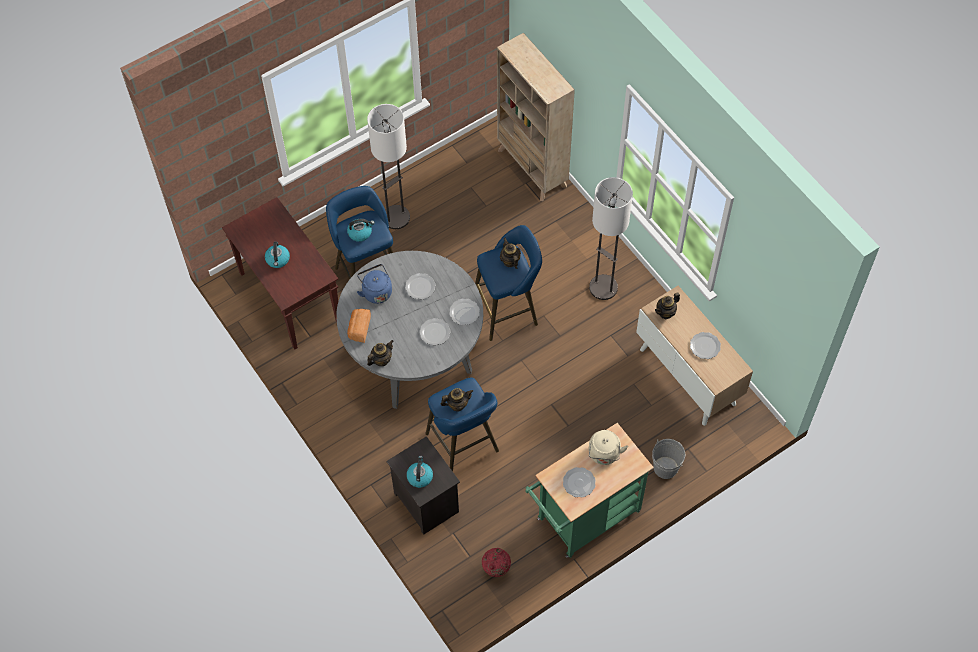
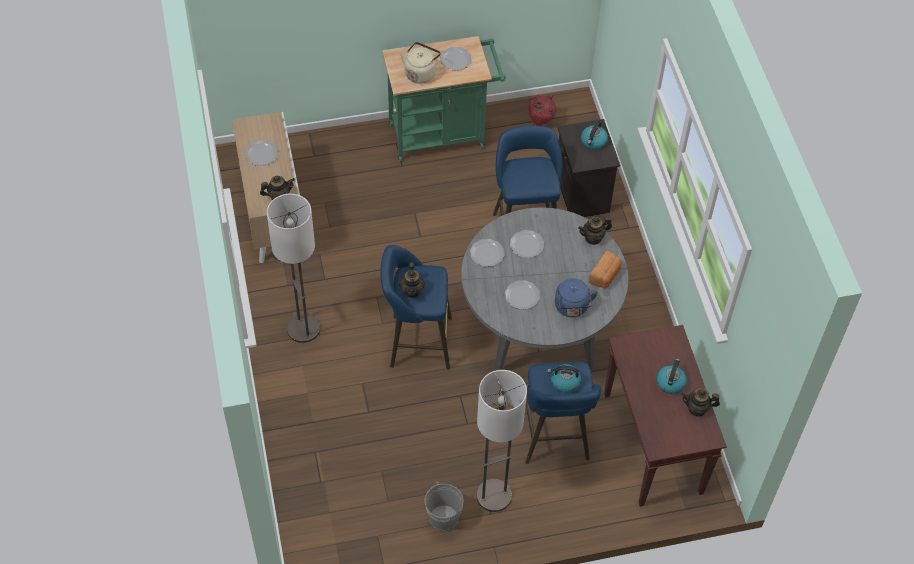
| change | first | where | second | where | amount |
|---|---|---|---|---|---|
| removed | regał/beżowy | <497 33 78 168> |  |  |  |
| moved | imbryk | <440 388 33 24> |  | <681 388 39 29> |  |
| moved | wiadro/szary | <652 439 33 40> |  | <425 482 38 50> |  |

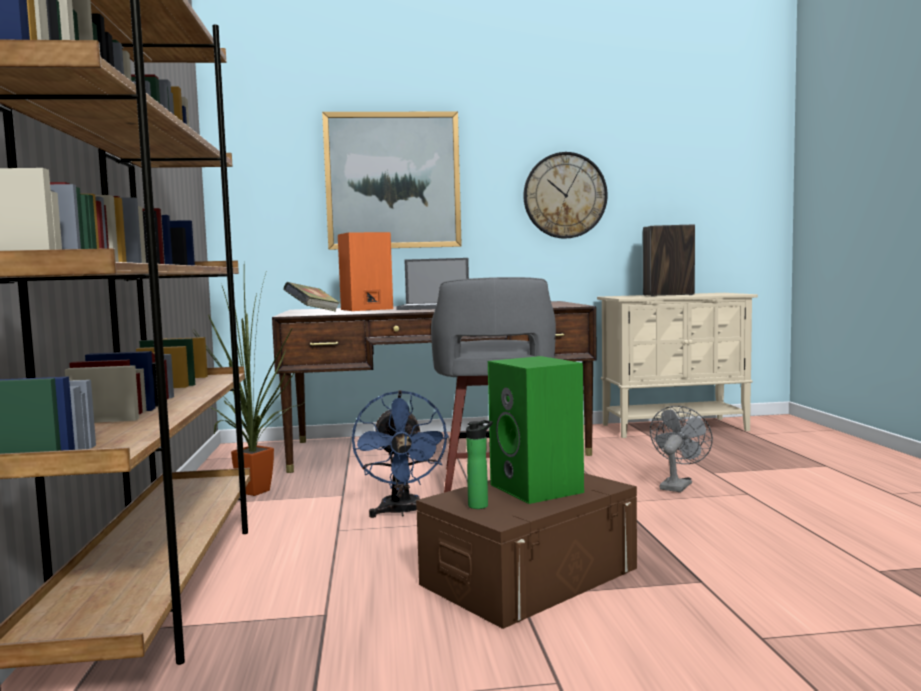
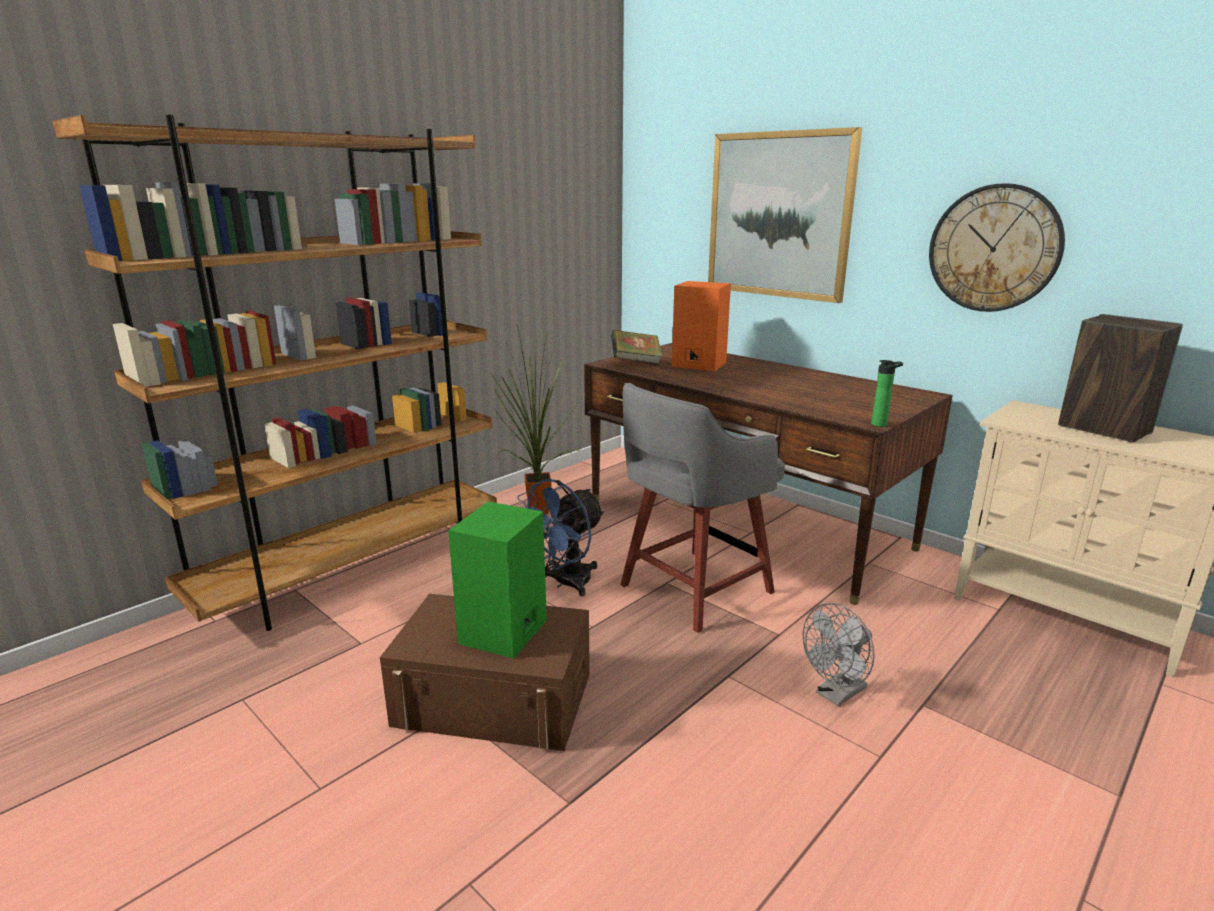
| change | first | where | second | where | amount |
|---|---|---|---|---|---|
| removed | laptop | <396 258 73 52> |  |  |  |
| turned | wentylator/szary | <650 406 63 86> |  | <802 603 73 103> | 150 degrees clockwise |
| moved | butelka | <466 420 27 89> |  | <871 360 32 67> |  |

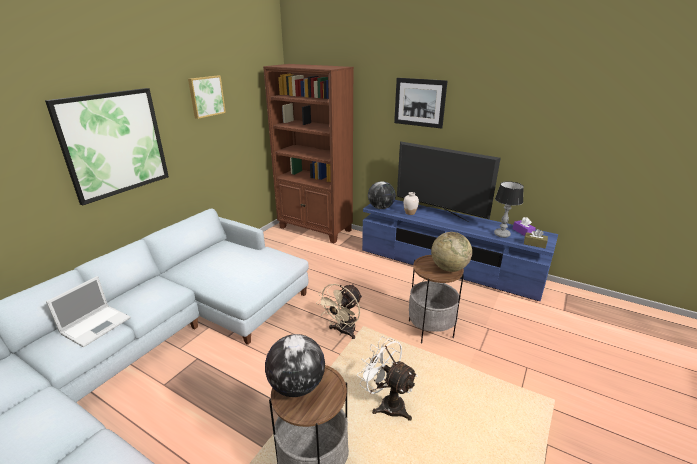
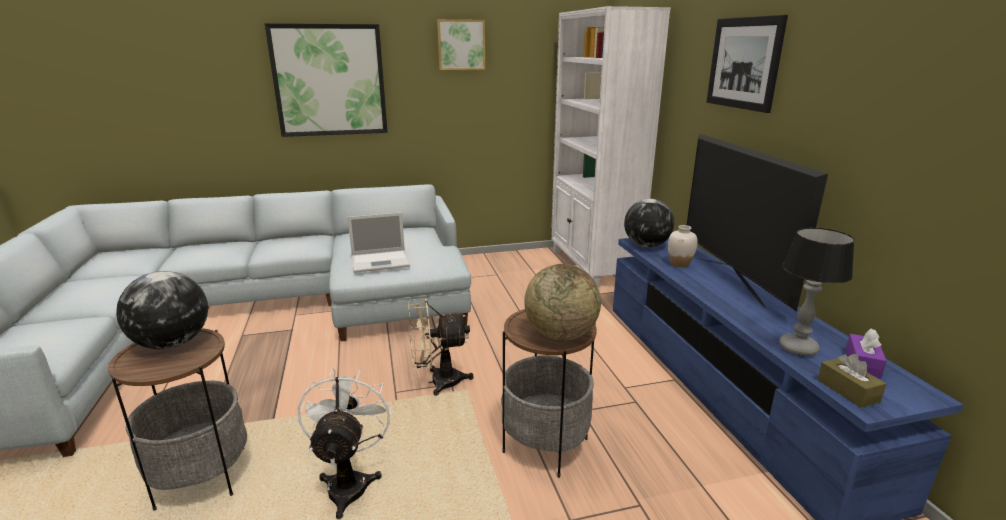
| change | first | where | second | where | amount |
|---|---|---|---|---|---|
| recoloured | regał/brązowy | <263 64 91 179> | regał/biały | <551 6 120 280> |  |
| moved | laptop | <46 276 85 71> |  | <348 212 62 61> |  |

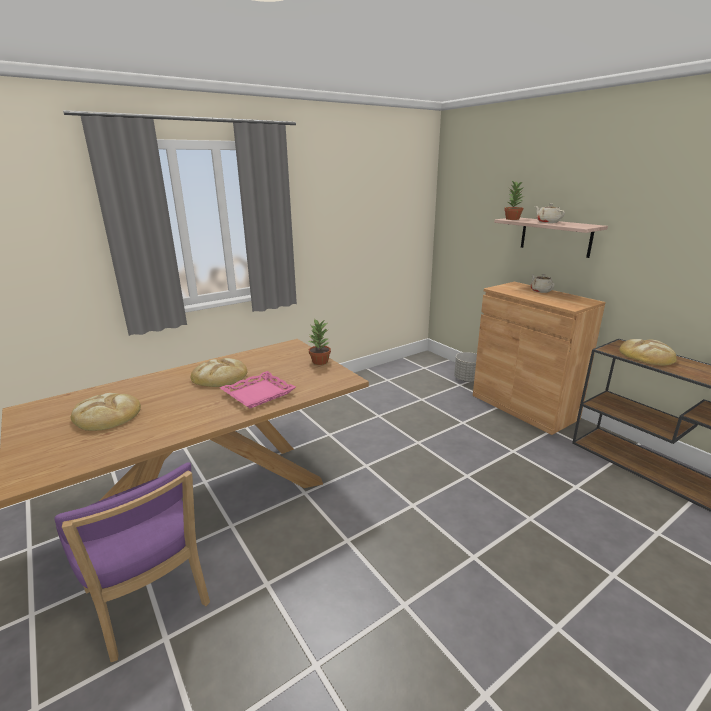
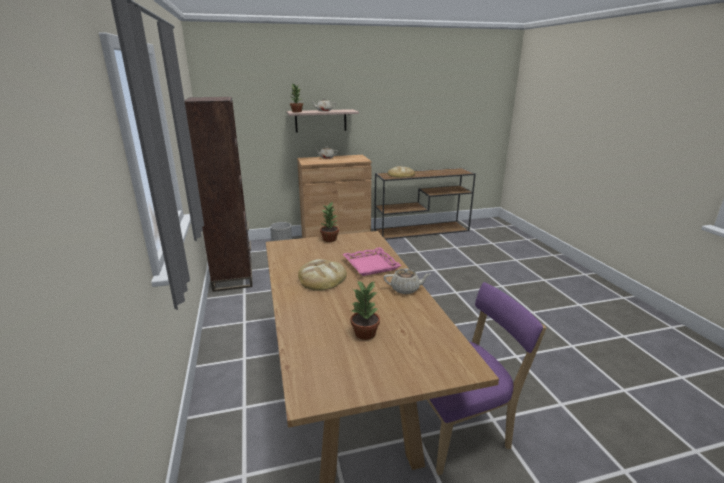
| change | first | where | second | where | amount |
|---|---|---|---|---|---|
| replaced | chleb | <71 393 70 38> | roślina doniczkowa | <351 281 29 59> |  |
| added |  |  | regał/brązowy | <184 97 69 195> |  |
| added |  |  | imbryk/beżowy | <384 268 46 26> |  |

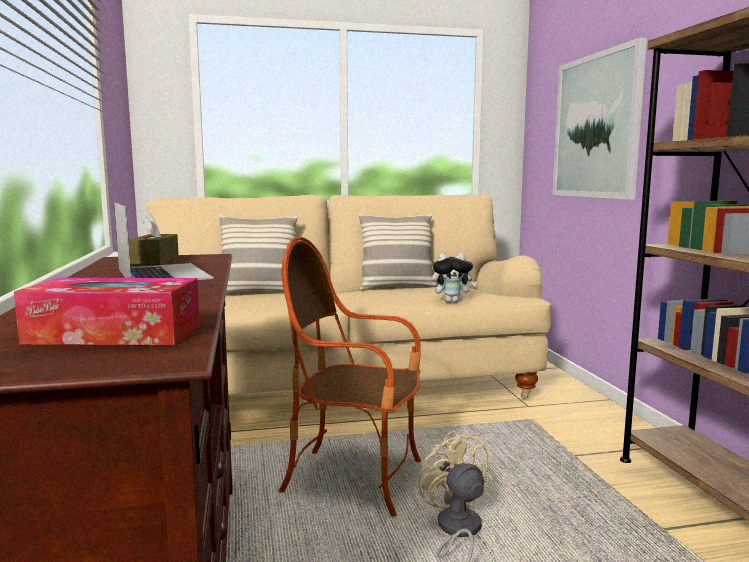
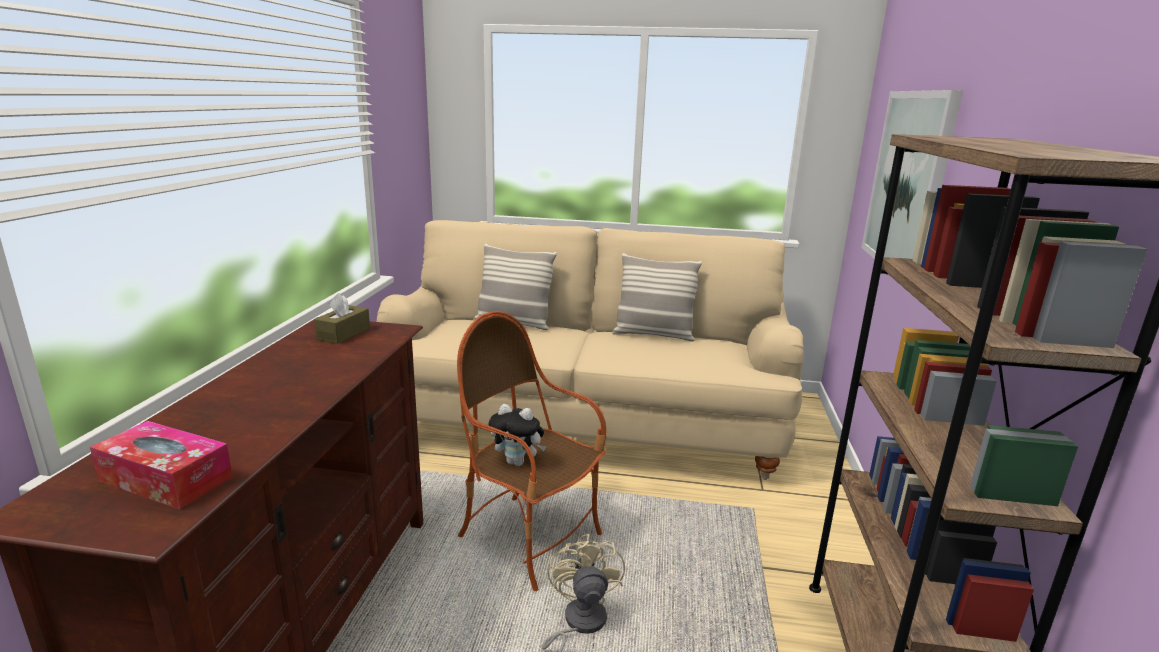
| change | first | where | second | where | amount |
|---|---|---|---|---|---|
| removed | laptop | <114 202 100 78> |  |  |  |
| moved | pluszak | <432 253 45 50> |  | <489 404 57 62> |  |

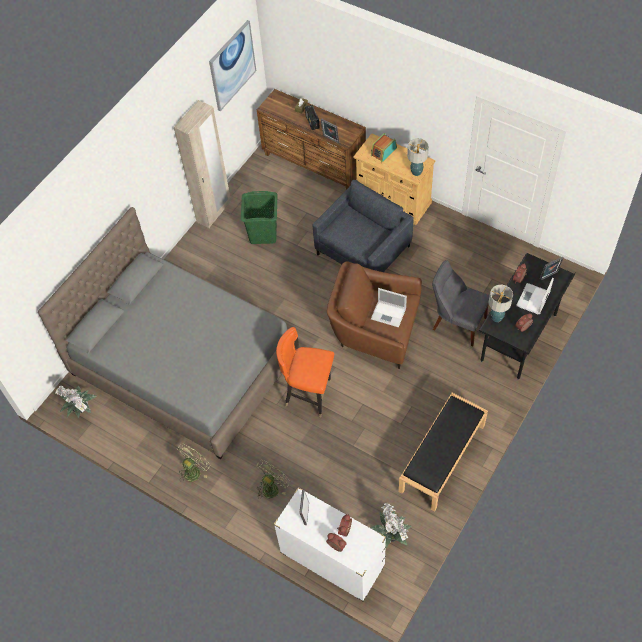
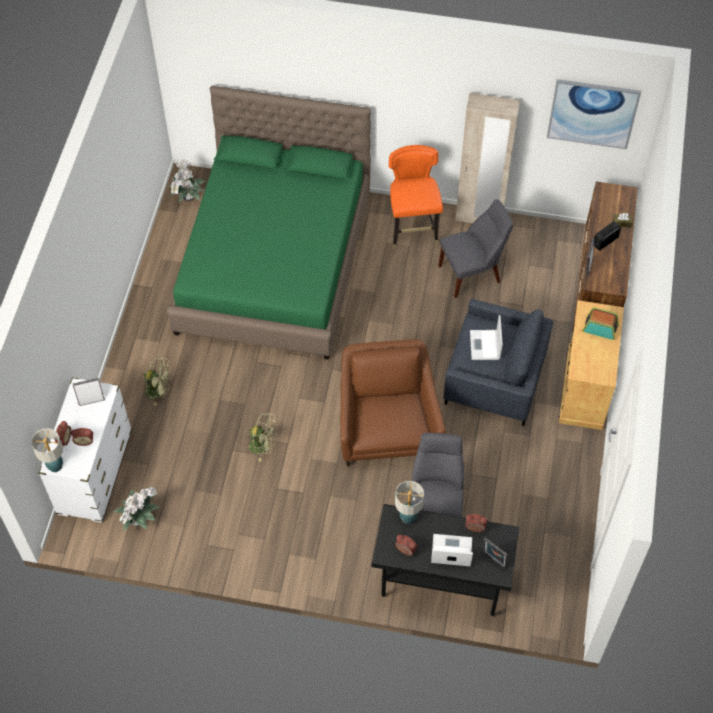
| change | first | where | second | where | amount |
|---|---|---|---|---|---|
| moved | lampa stołowa | <407 138 22 38> |  | <31 428 32 44> |  |
| replaced | kosz na pranie/zielony | <241 191 36 53> | krzesło/szary | <438 199 75 99> |  |
| recoloured | łóżko/szary | <38 207 261 252> | łóżko/zielony | <167 86 204 274> |  |
| moved | laptop | <371 288 36 39> |  | <470 315 33 45> |  |
| moved | krzesło/pomarańczowy | <276 327 58 90> |  | <389 145 54 104> |  |
| removed | ławka/czarny | <399 393 89 119> |  |  |  |
| moved | wentylator/zielony | <177 443 33 39> |  | <246 412 31 50> |  |

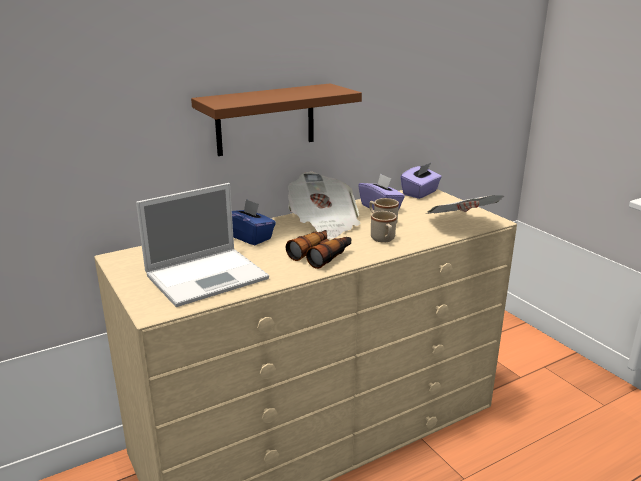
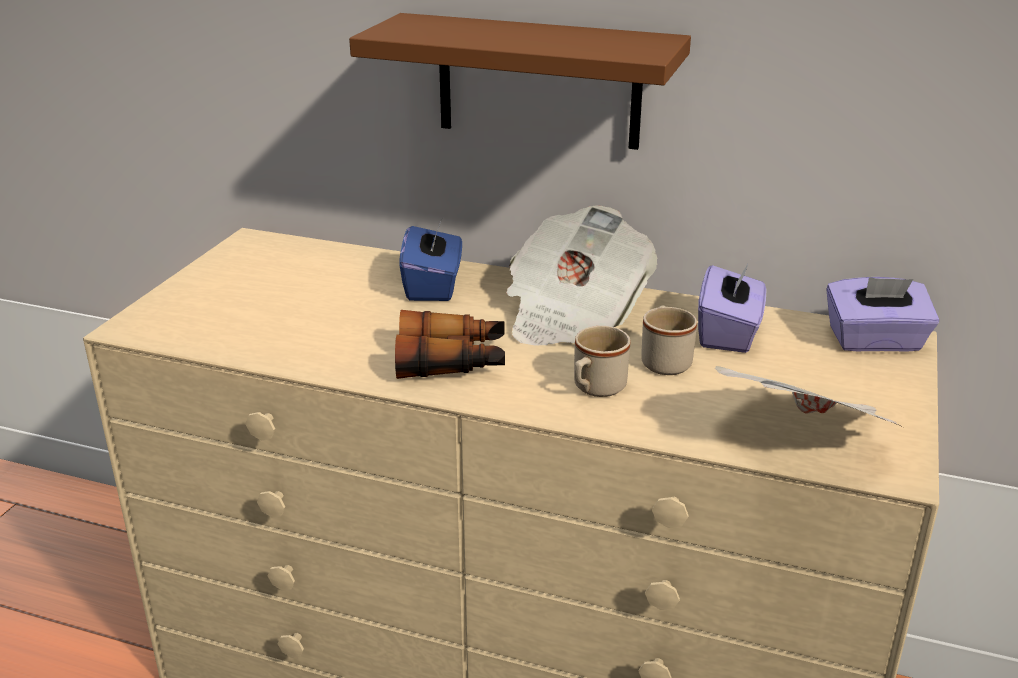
| change | first | where | second | where | amount |
|---|---|---|---|---|---|
| removed | laptop | <136 183 133 124> |  |  |  |

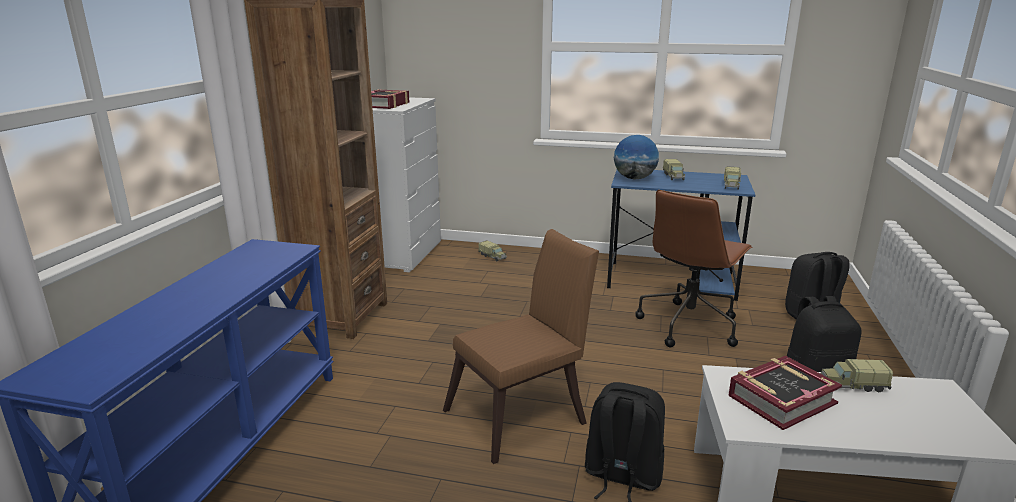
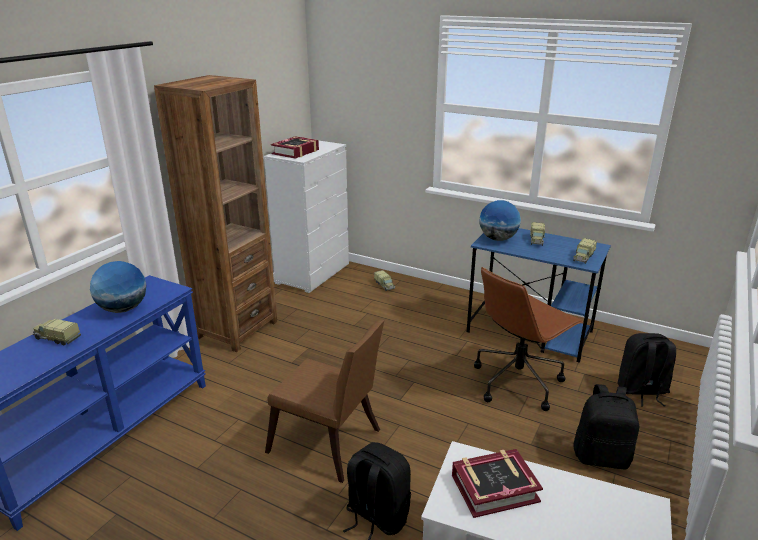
| change | first | where | second | where | amount |
|---|---|---|---|---|---|
| turned | krzesło/brązowy | <443 229 156 235> |  | <265 320 119 163> | 45 degrees clockwise |
| moved | ciężarówka zabawkowa | <820 359 73 33> |  | <33 319 48 27> |  |
| added |  |  | globus | <90 261 56 52> |  |

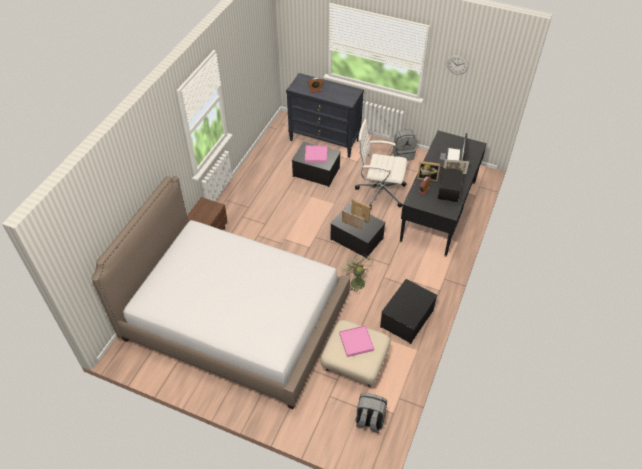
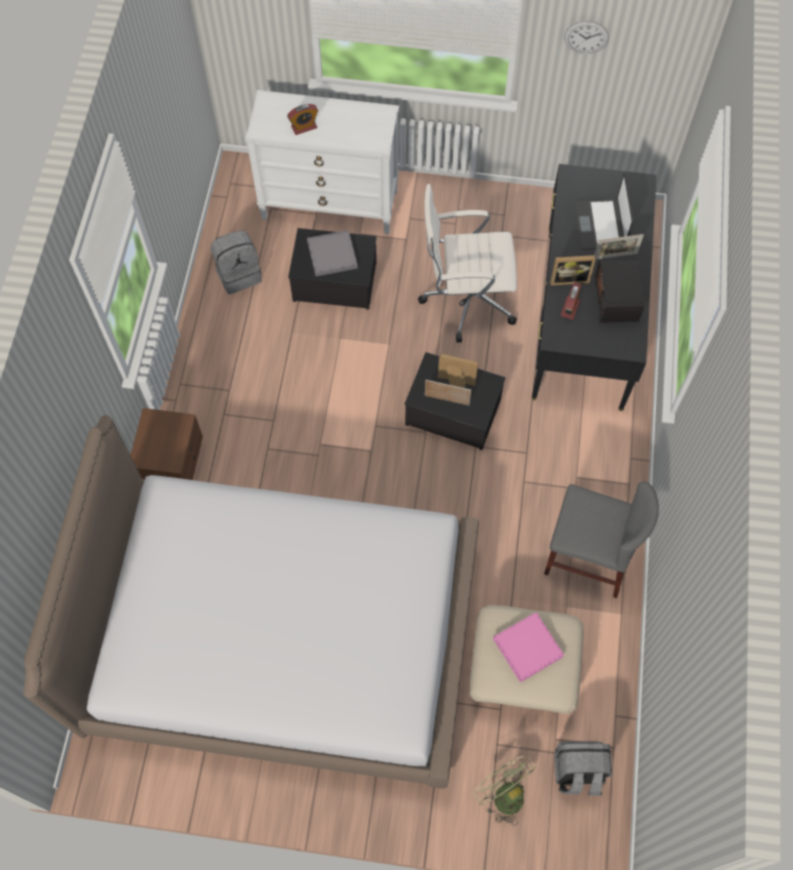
| change | first | where | second | where | amount |
|---|---|---|---|---|---|
| recoloured | komoda/czarny | <286 73 78 85> | komoda/biały | <245 90 154 144> |  |
| moved | plecak/szary | <393 130 24 31> |  | <211 230 51 64> |  |
| recoloured | taca/różowy | <305 145 22 18> | taca/szary | <307 230 51 46> |  |
| moved | wentylator/zielony | <341 254 31 39> |  | <473 756 63 69> |  |
| replaced | pojemnik do przechowywania | <380 279 58 65> | krzesło/szary | <544 482 115 116> |  |

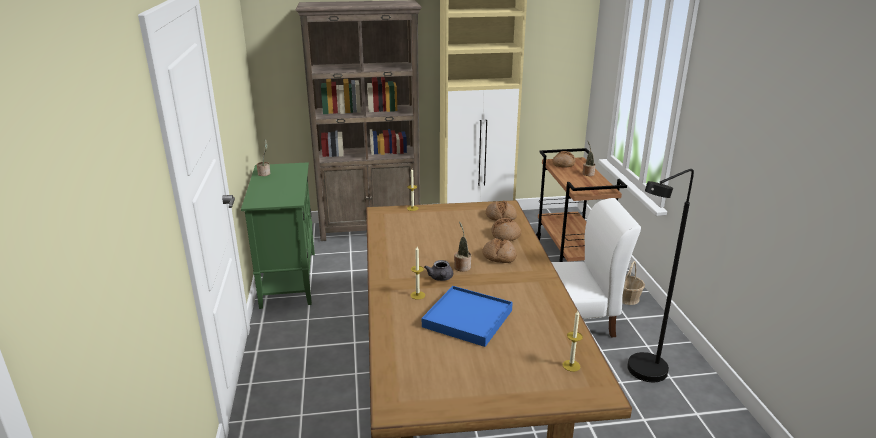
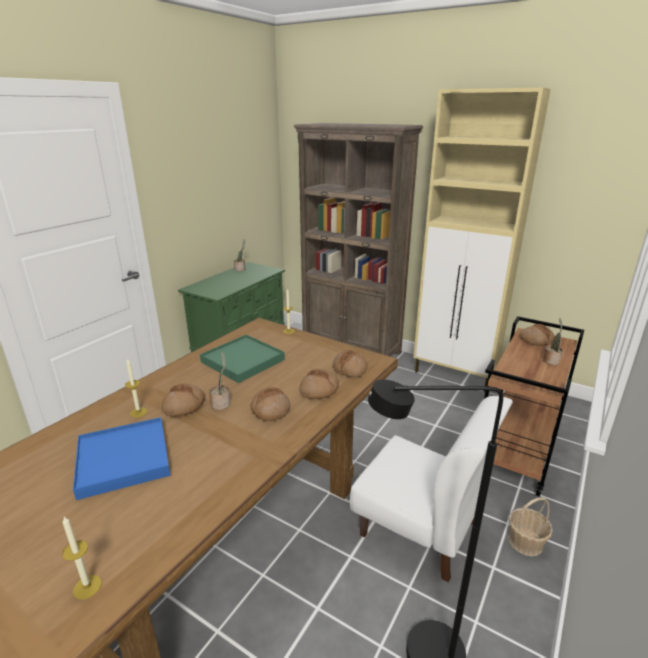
| change | first | where | second | where | amount |
|---|---|---|---|---|---|
| replaced | imbryk/szary | <424 260 29 21> | chleb | <162 383 43 34> |  |
| added |  |  | taca/zielony | <200 335 85 48> |  |

